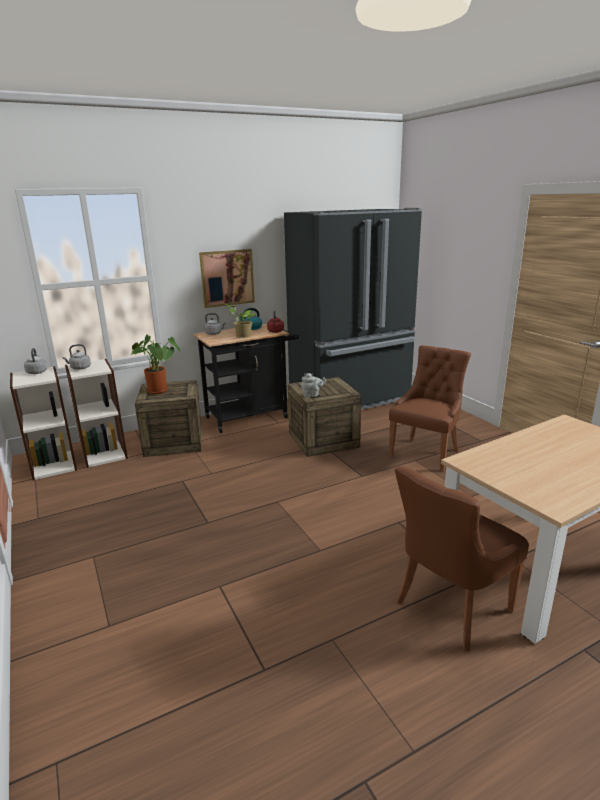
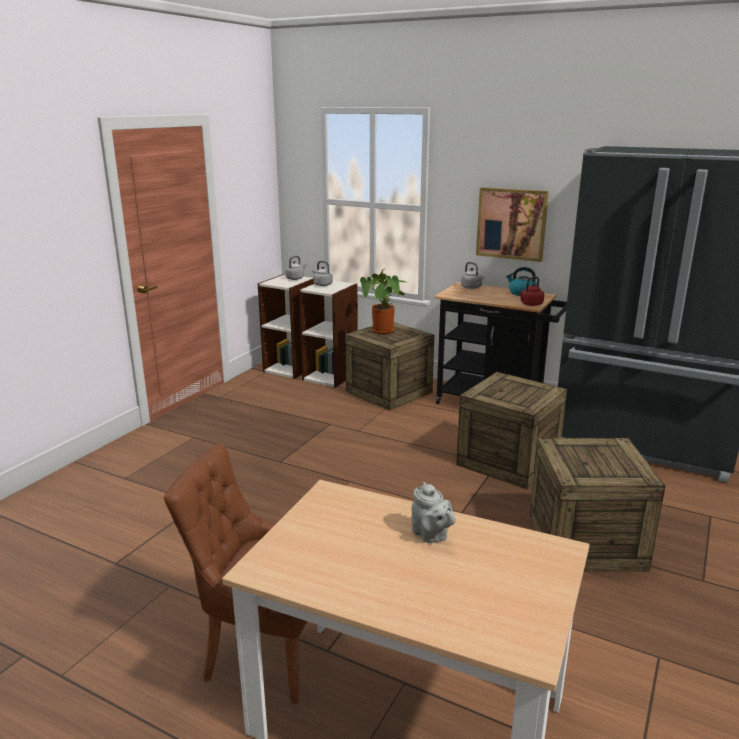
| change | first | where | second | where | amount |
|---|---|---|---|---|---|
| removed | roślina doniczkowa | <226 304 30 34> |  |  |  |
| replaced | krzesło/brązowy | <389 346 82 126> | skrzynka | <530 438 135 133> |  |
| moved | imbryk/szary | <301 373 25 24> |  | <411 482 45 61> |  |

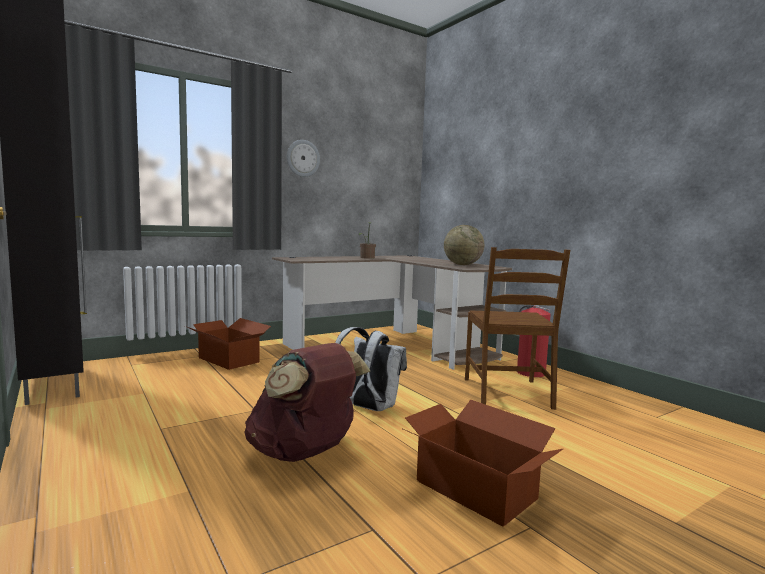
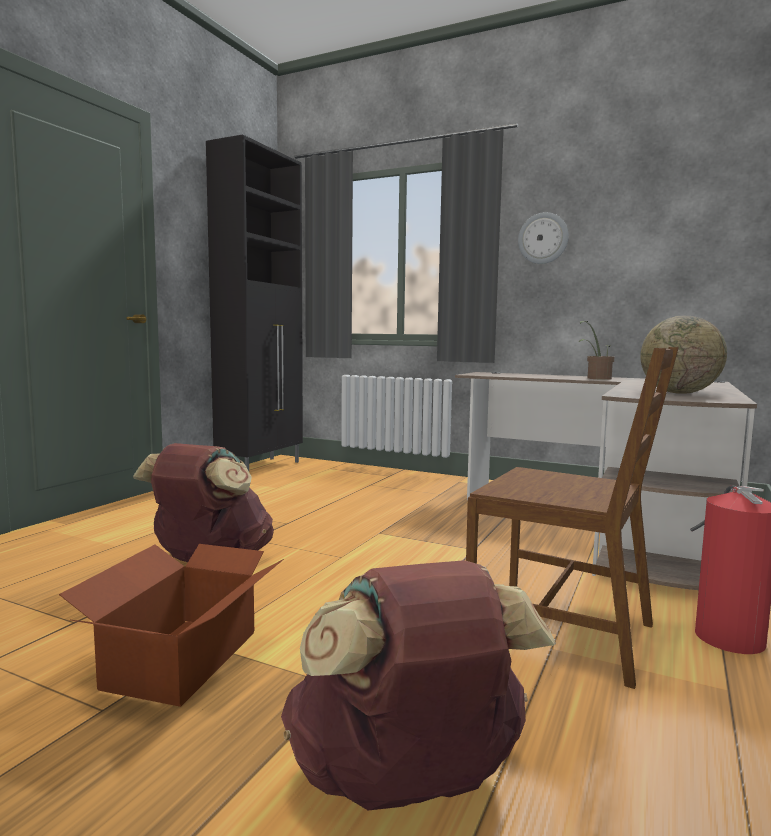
| change | first | where | second | where | amount |
|---|---|---|---|---|---|
| turned | krzesło/brązowy | <465 247 105 163> |  | <466 347 213 342> | 120 degrees counterclockwise |
| removed | karton | <185 318 86 52> |  |  |  |
| removed | plecak/biały | <335 327 72 84> |  |  |  |
| added |  |  | plecak/brązowy | <281 560 275 251> |  |

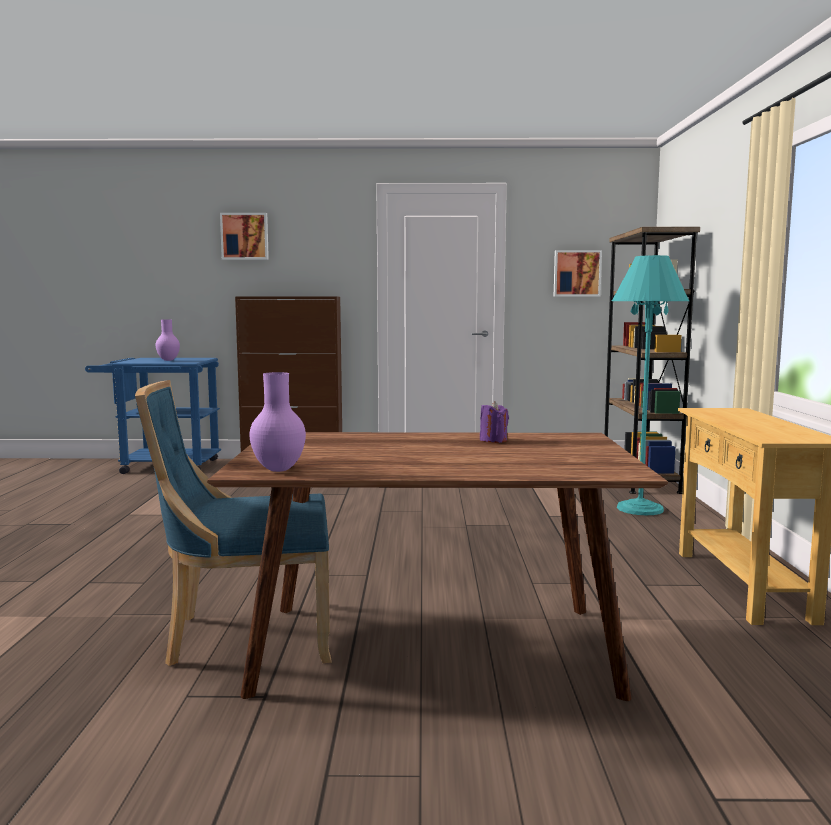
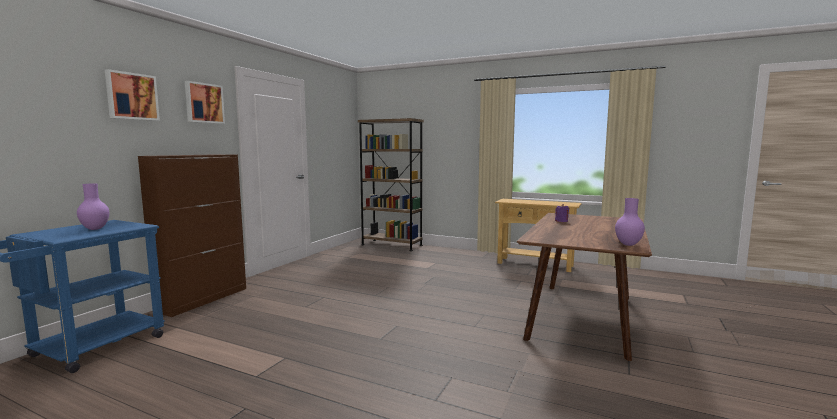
| change | first | where | second | where | amount |
|---|---|---|---|---|---|
| moved | obraz | <554 250 48 46> |  | <185 81 40 43> |  |
| removed | lampa stojąca/turkusowy | <612 255 77 260> |  |  |  |
| removed | krzesło/niebieski | <135 380 197 286> |  |  |  |

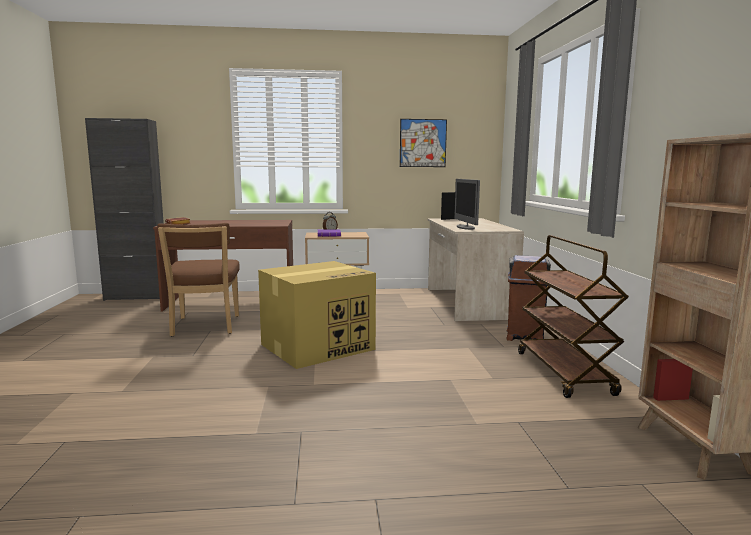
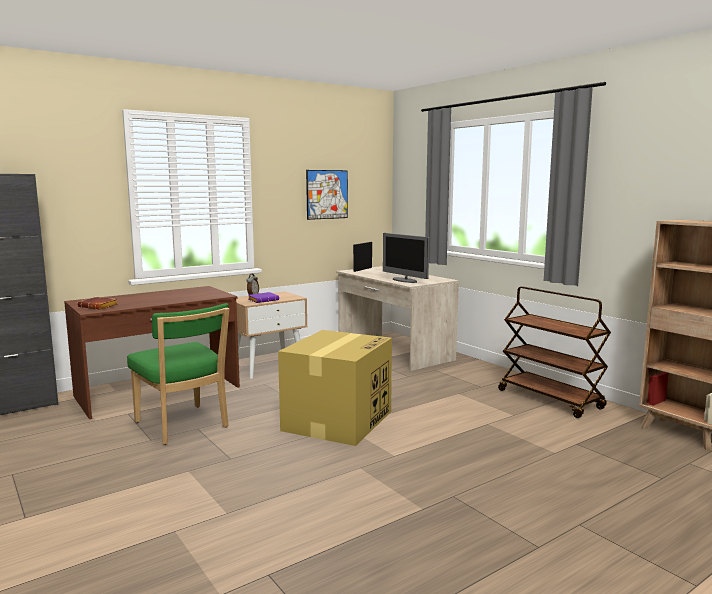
| change | first | where | second | where | amount |
|---|---|---|---|---|---|
| recoloured | krzesło/brązowy | <157 223 83 114> | krzesło/zielony | <127 303 102 142> |  |
| removed | kosz na śmieci/brązowy | <507 255 44 86> |  |  |  |

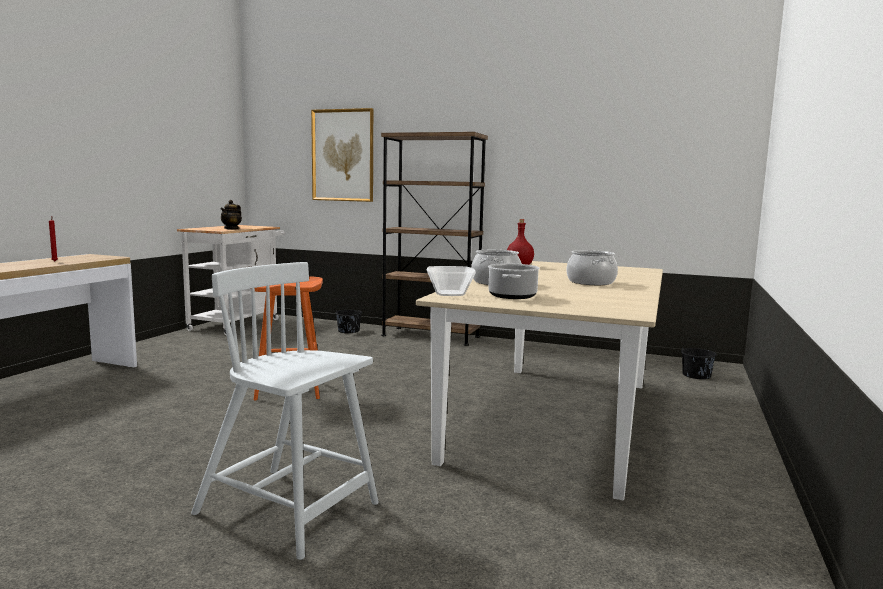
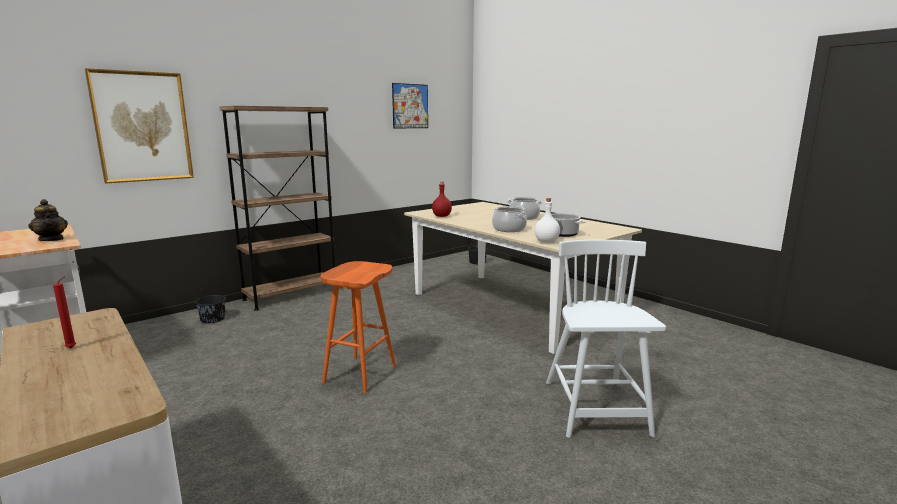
| change | first | where | second | where | amount |
|---|---|---|---|---|---|
| turned | krzesło/biały | <191 262 188 298> |  | <546 240 120 198> | 120 degrees clockwise |
| replaced | miska | <427 266 49 30> | butelka/biały | <535 198 25 45> |  |
| added |  |  | obraz | <392 83 36 45> |  |

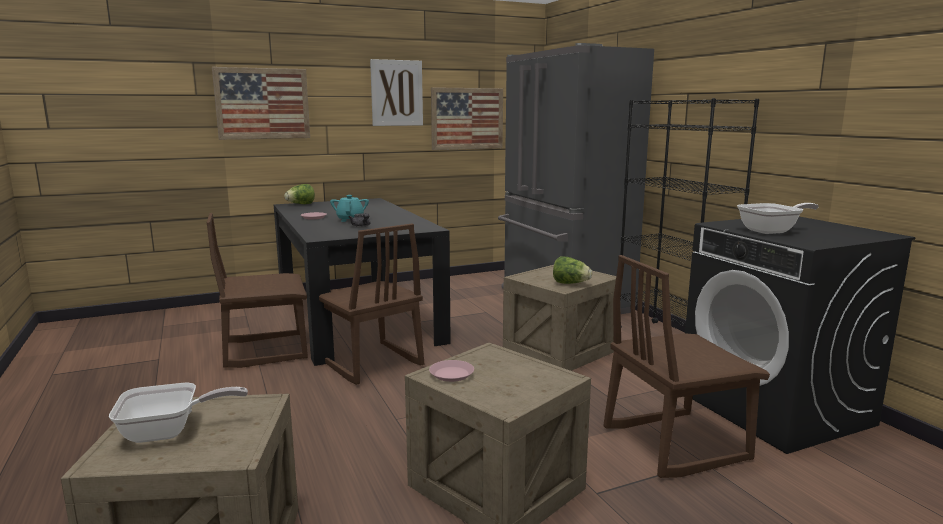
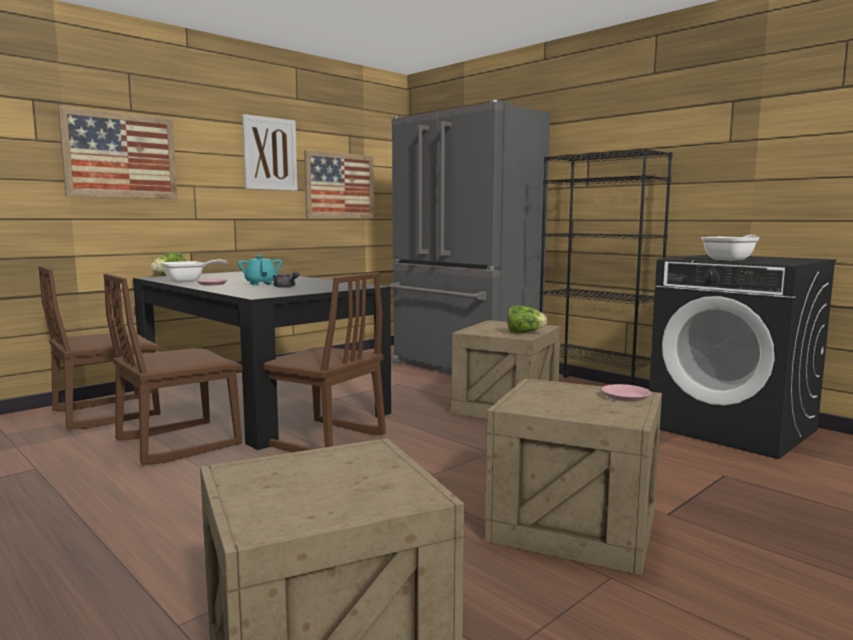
| change | first | where | second | where | amount |
|---|---|---|---|---|---|
| moved | krzesło/brązowy | <604 255 166 223> |  | <38 266 122 164> |  |
| moved | talerz/różowy | <429 360 45 22> |  | <602 384 49 18> |  |
| moved | patelnia | <109 383 139 60> |  | <161 260 67 23> |  |

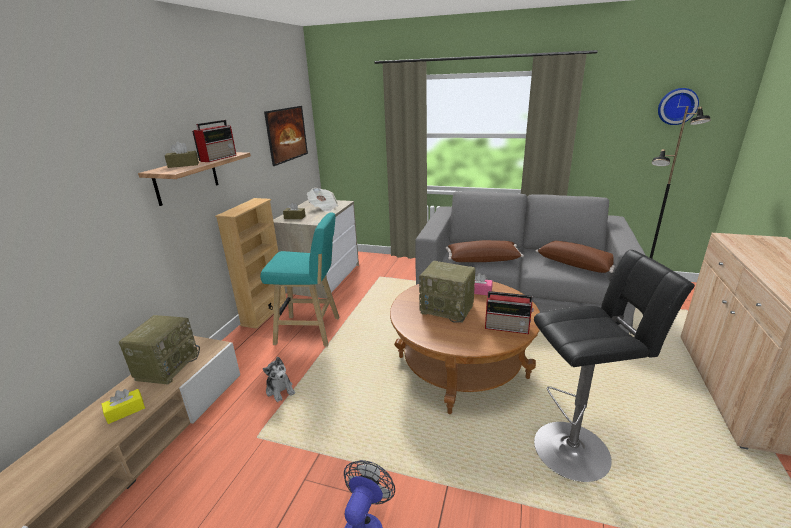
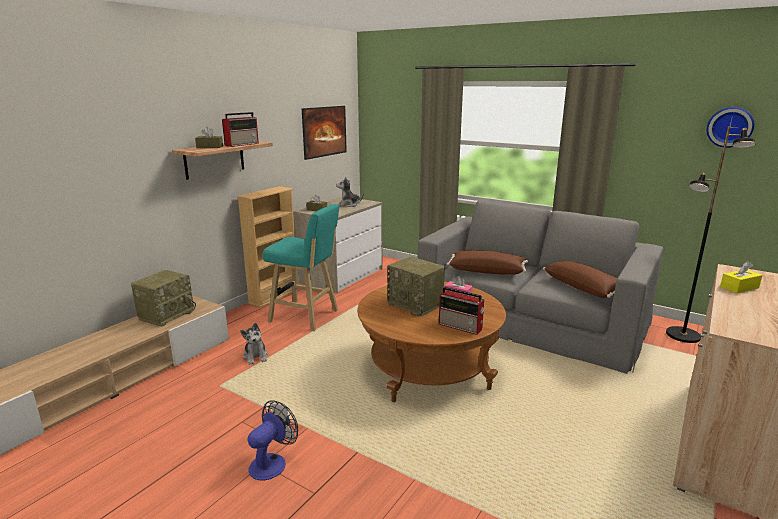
| change | first | where | second | where | amount |
|---|---|---|---|---|---|
| replaced | gazeta | <307 188 32 24> | pluszak | <336 177 28 30> |  |
| removed | stołek/czarny | <534 250 161 232> |  |  |  |
| moved | pudełko chusteczek/żółty | <101 389 44 35> |  | <720 261 42 32> |  |

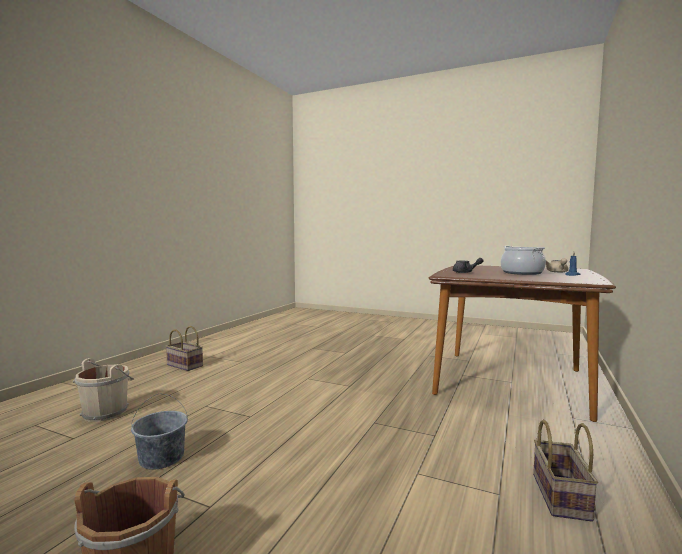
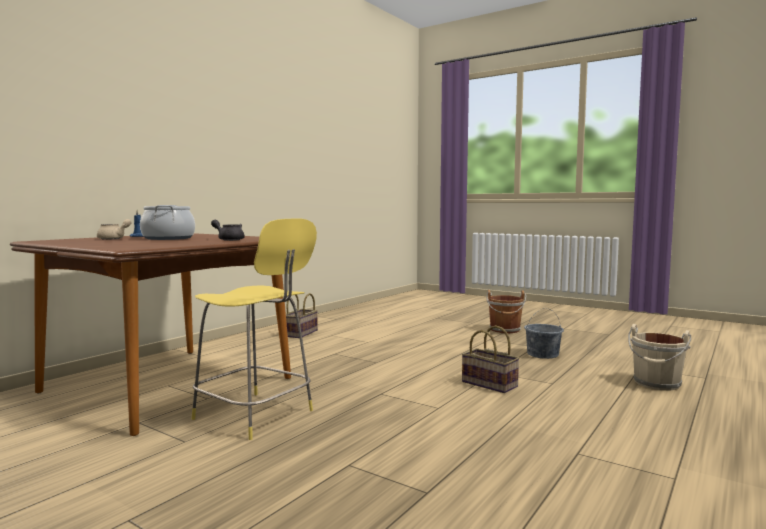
| change | first | where | second | where | amount |
|---|---|---|---|---|---|
| moved | koszyk | <166 326 37 45> |  | <462 325 58 68> |  |
| added |  |  | stołek/żółty | <192 218 125 222> |  |

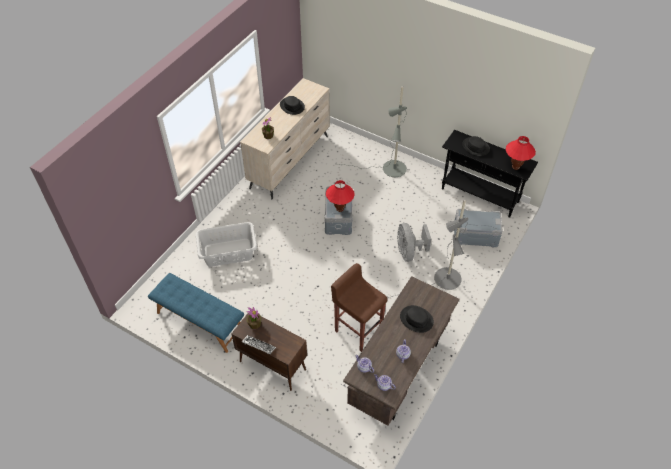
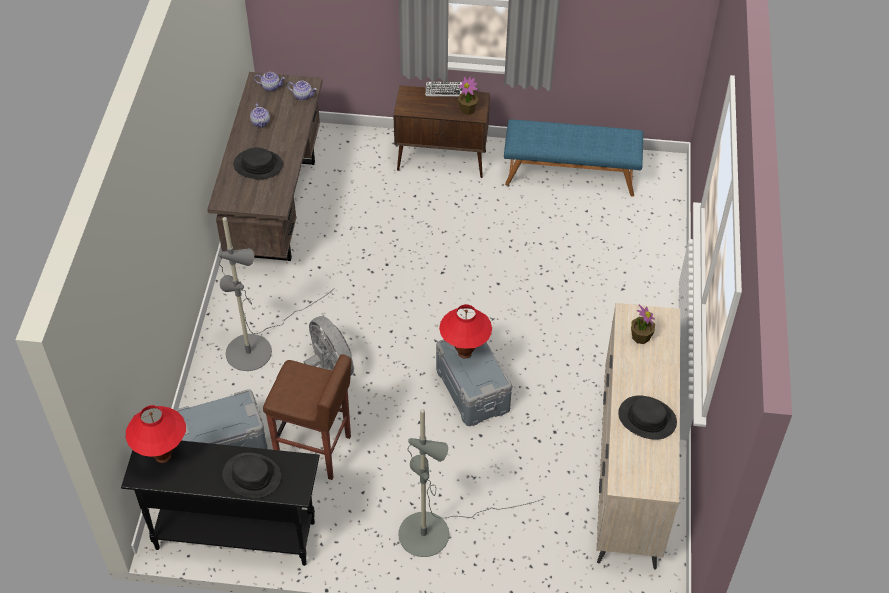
| change | first | where | second | where | amount |
|---|---|---|---|---|---|
| removed | kosz na pranie/szary | <196 222 61 45> |  |  |  |
| moved | stołek/brązowy | <331 263 57 89> |  | <263 354 88 126> |  |

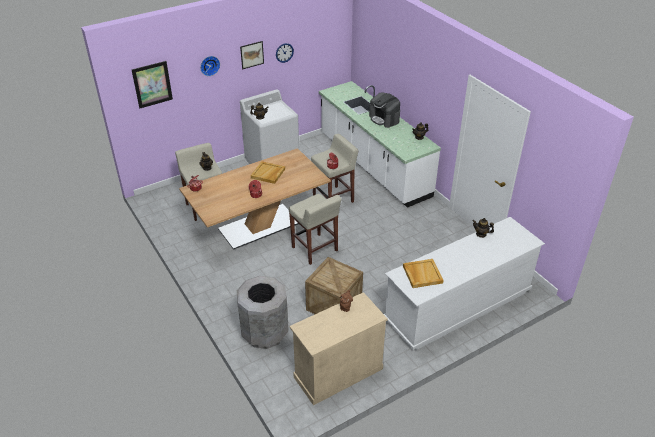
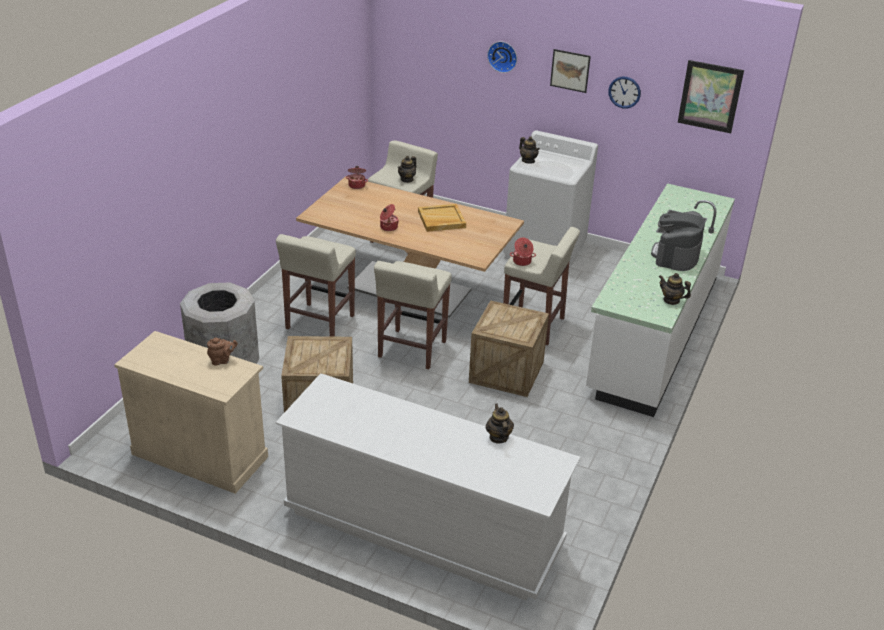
| change | first | where | second | where | amount |
|---|---|---|---|---|---|
| moved | obraz | <132 61 41 47> |  | <678 60 66 73> |  |
| removed | taca/beżowy | <403 259 41 29> |  |  |  |
| added |  |  | stołek/beżowy | <276 234 80 103> |  |
| added |  |  | skrzynka | <469 300 80 97> |  |

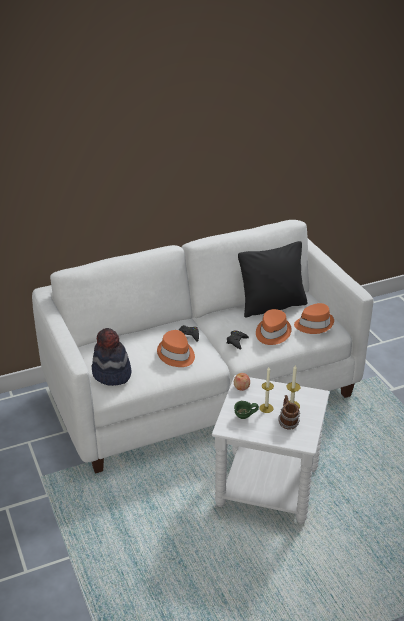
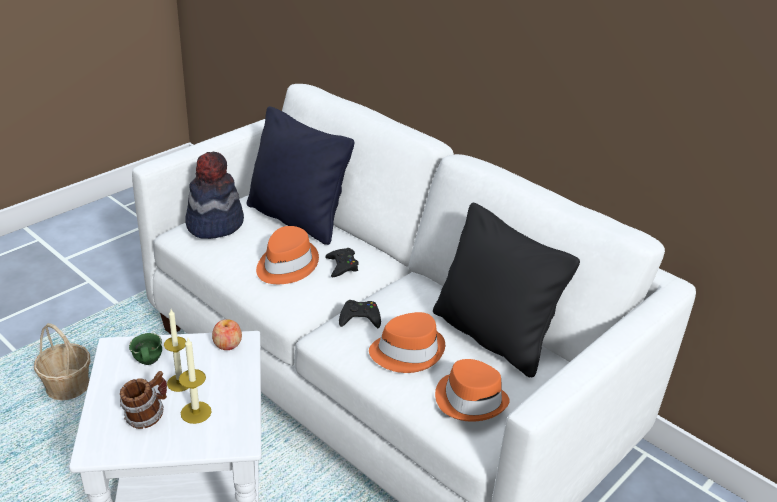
| change | first | where | second | where | amount |
|---|---|---|---|---|---|
| added |  |  | poduszka/czarny | <247 106 107 139> |  |
| added |  |  | koszyk | <34 323 56 77> |  |

